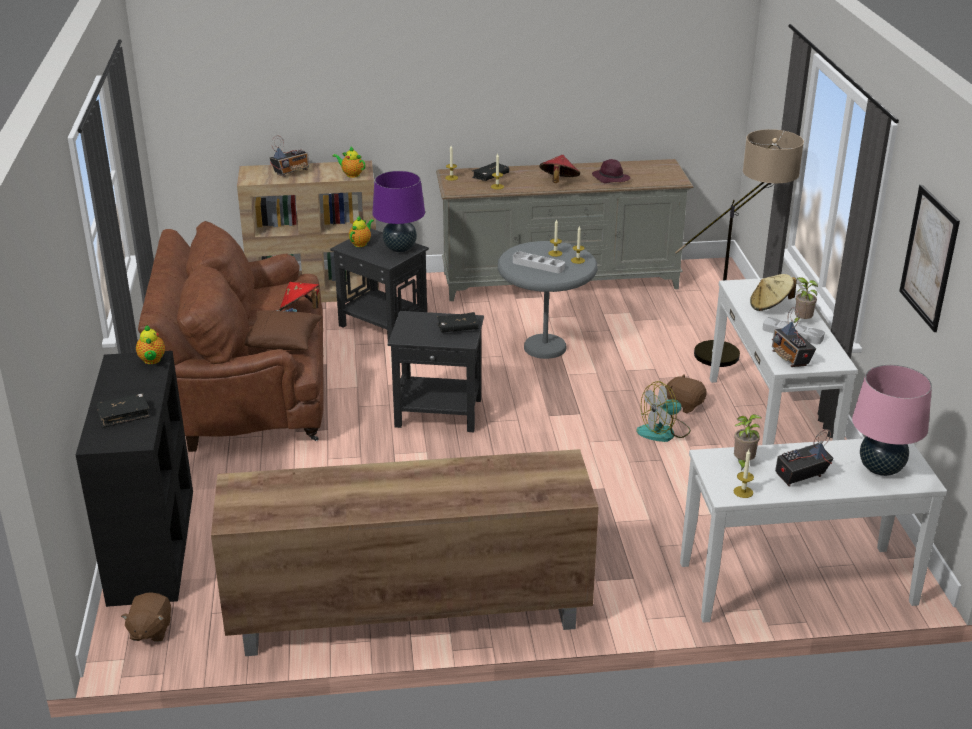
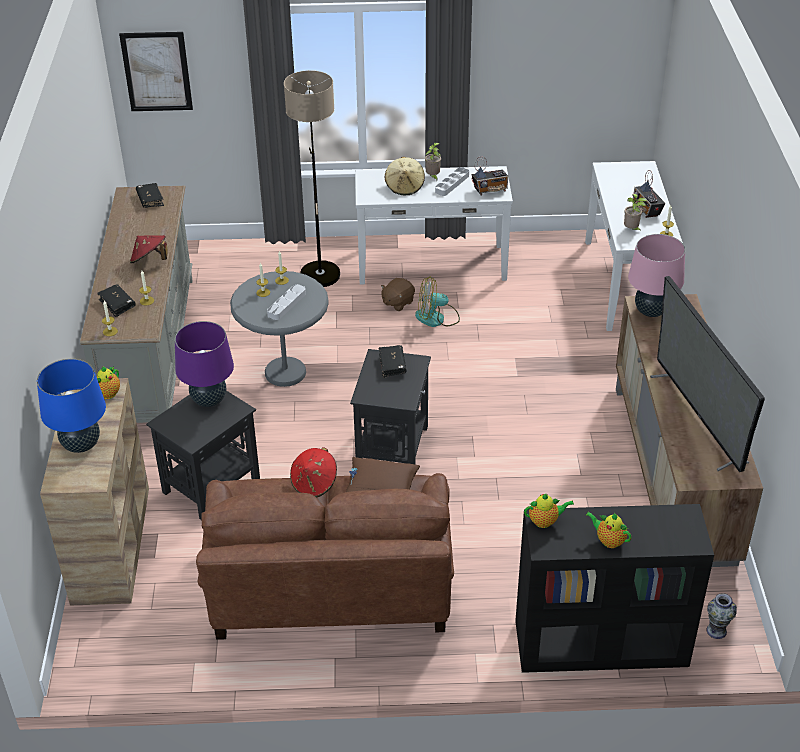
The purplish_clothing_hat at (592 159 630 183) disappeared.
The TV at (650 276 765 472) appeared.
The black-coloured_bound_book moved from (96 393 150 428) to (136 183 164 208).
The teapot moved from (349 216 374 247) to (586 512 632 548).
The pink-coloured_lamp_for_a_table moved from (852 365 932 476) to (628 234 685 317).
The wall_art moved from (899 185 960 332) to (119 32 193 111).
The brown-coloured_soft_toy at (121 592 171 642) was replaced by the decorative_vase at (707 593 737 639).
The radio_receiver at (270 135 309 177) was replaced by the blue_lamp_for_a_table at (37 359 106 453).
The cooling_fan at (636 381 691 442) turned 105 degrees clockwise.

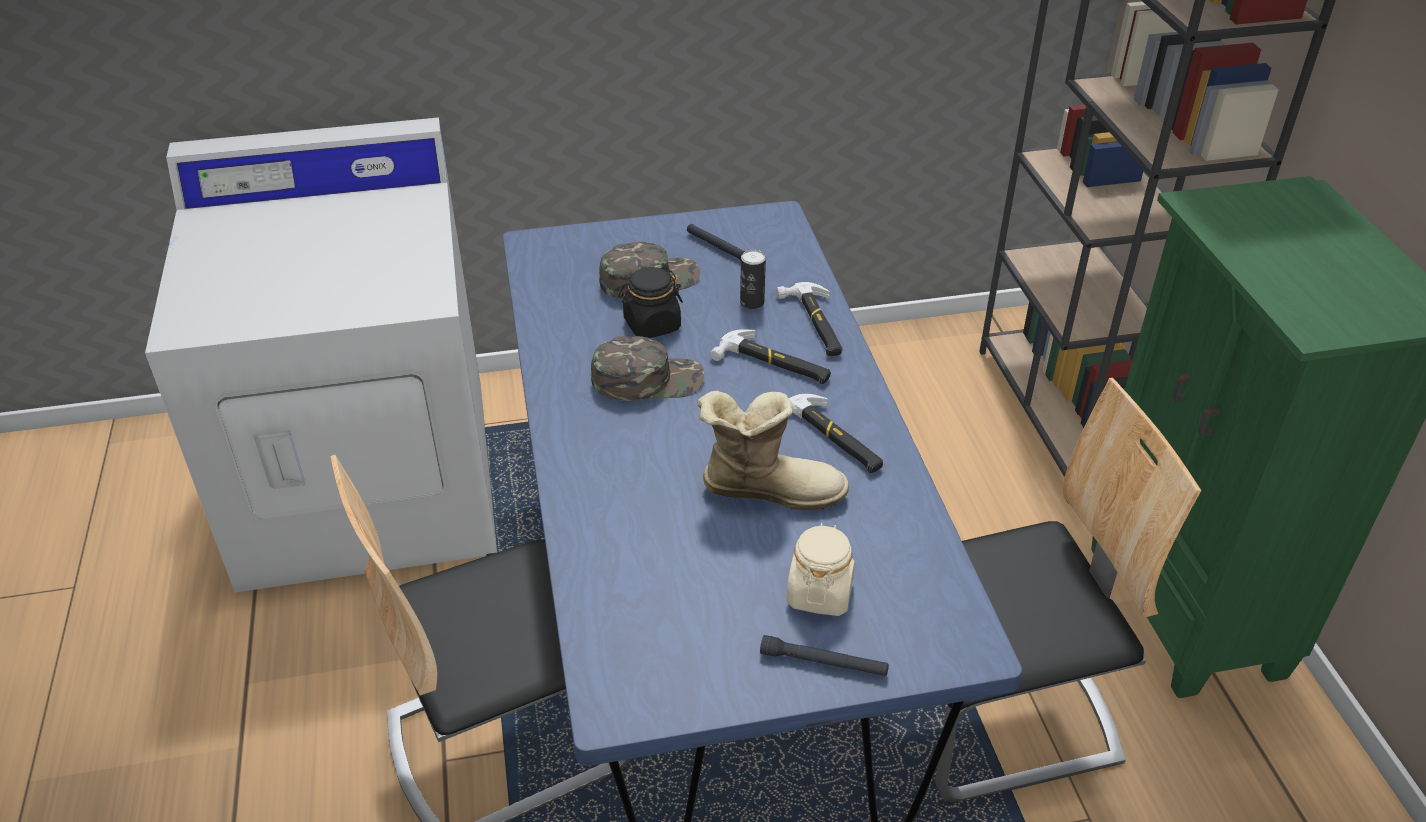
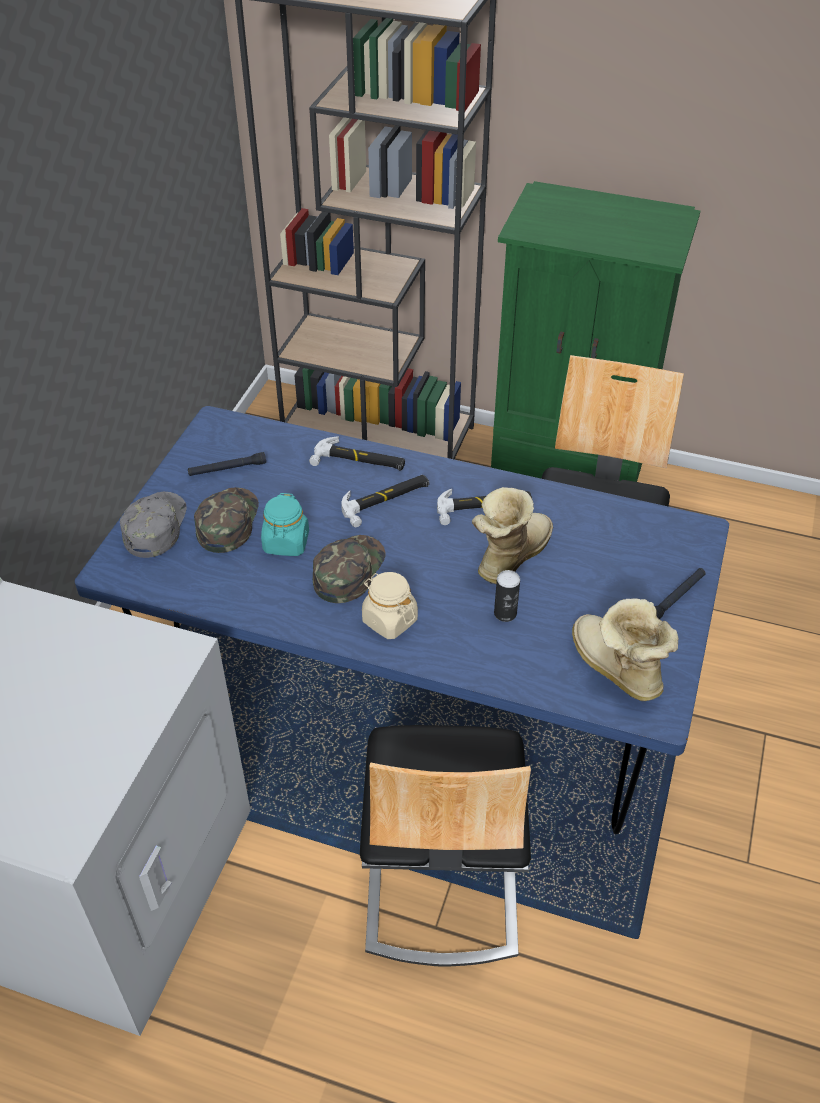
The greyish_cap at (120 492 187 558) appeared.
The boot at (572 599 678 701) appeared.
The metal_can moved from (740 250 766 309) to (494 570 520 622).
The beige-coloured_jar moved from (787 523 855 616) to (362 572 418 639).
The black-coloured_jar at (618 267 683 338) became the blue-green_jar at (261 493 309 556).

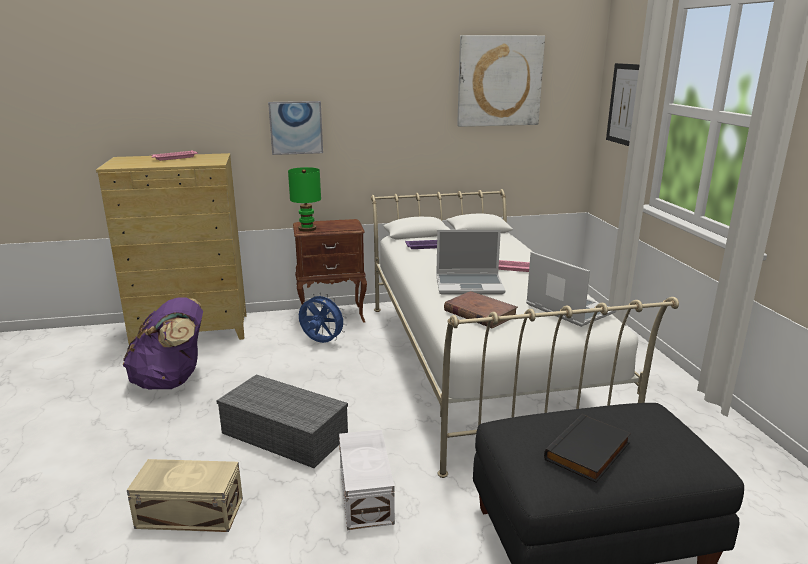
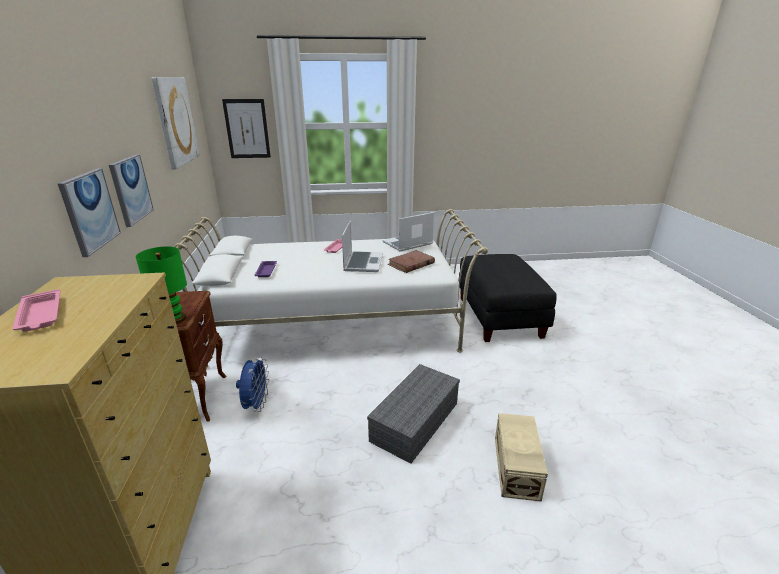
The purplish_rucksack at (123 297 203 389) disappeared.
The whitish_storage_box at (339 430 395 530) disappeared.
The black-coloured_bound_book at (544 414 631 483) disappeared.
The wall_art at (109 154 154 227) appeared.
The blue_cooling_fan at (299 292 347 343) turned 150 degrees clockwise.

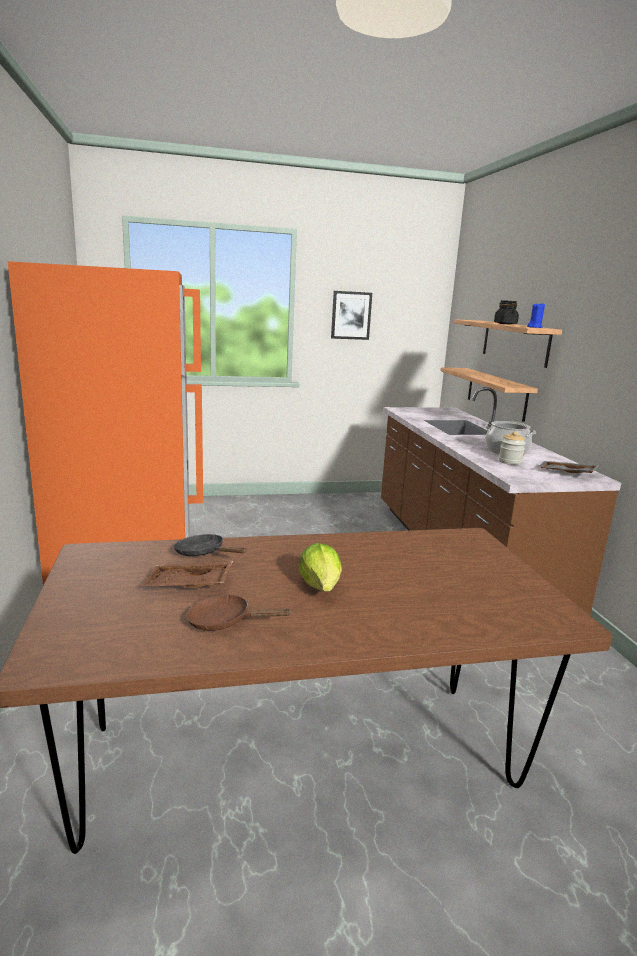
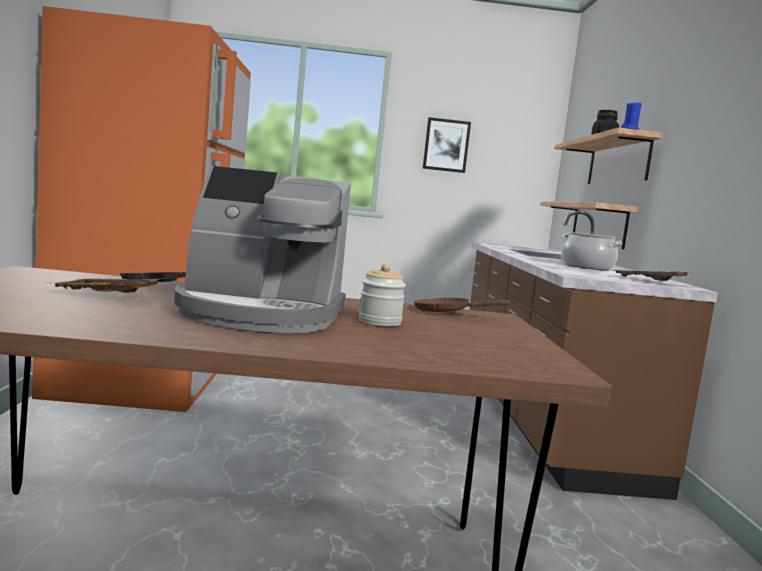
The brown-coloured_pan moved from (186 594 291 631) to (414 298 511 312).
The jar moved from (499 431 526 465) to (359 263 406 326).
The lettuce_head at (299 543 342 592) was replaced by the coffee_machine at (174 166 351 333).

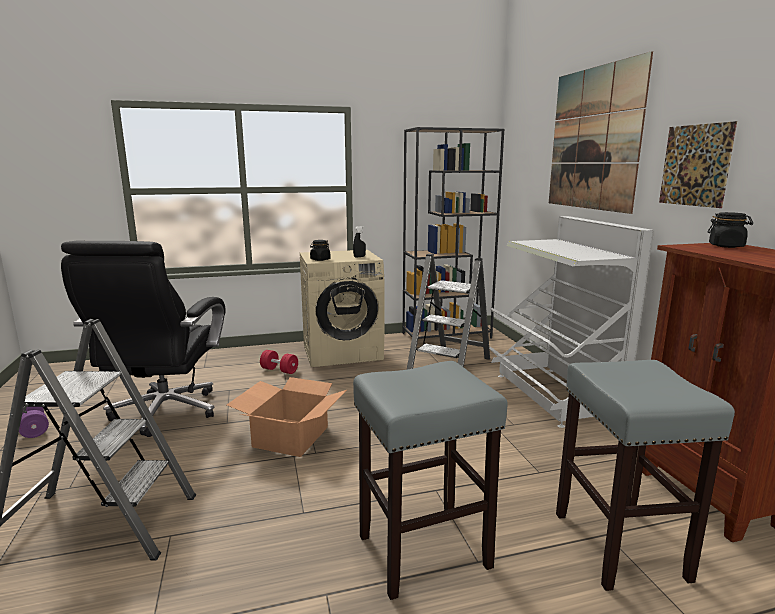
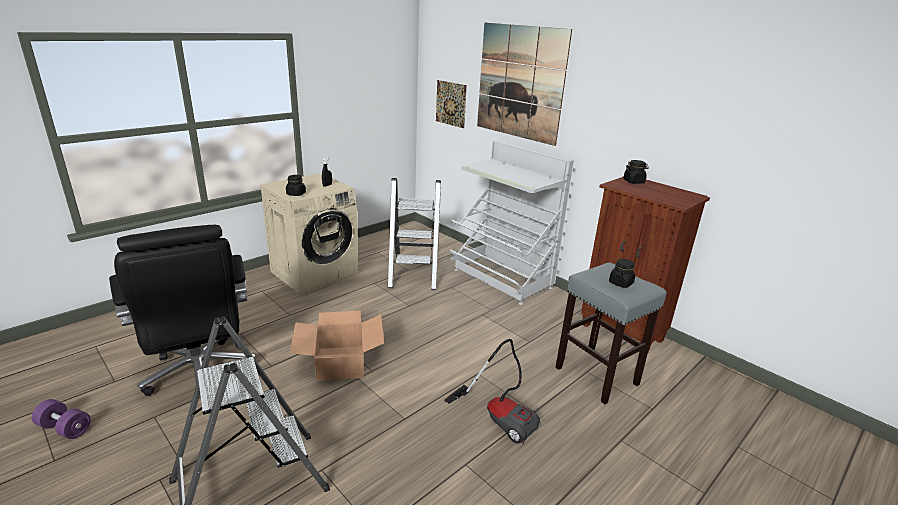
The reddish_dumbbell at (260 350 298 374) disappeared.
The shelving_unit at (403 127 504 339) disappeared.
The black-coloured_jar at (609 259 635 288) appeared.
The wall_art moved from (659 121 737 208) to (436 80 467 128).
The greyish_stool at (353 361 508 600) was replaced by the vacuum at (444 339 540 444).

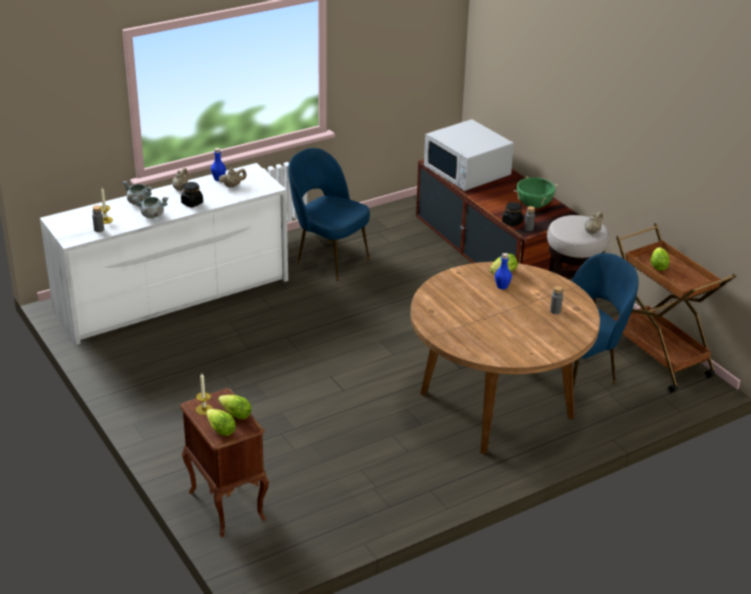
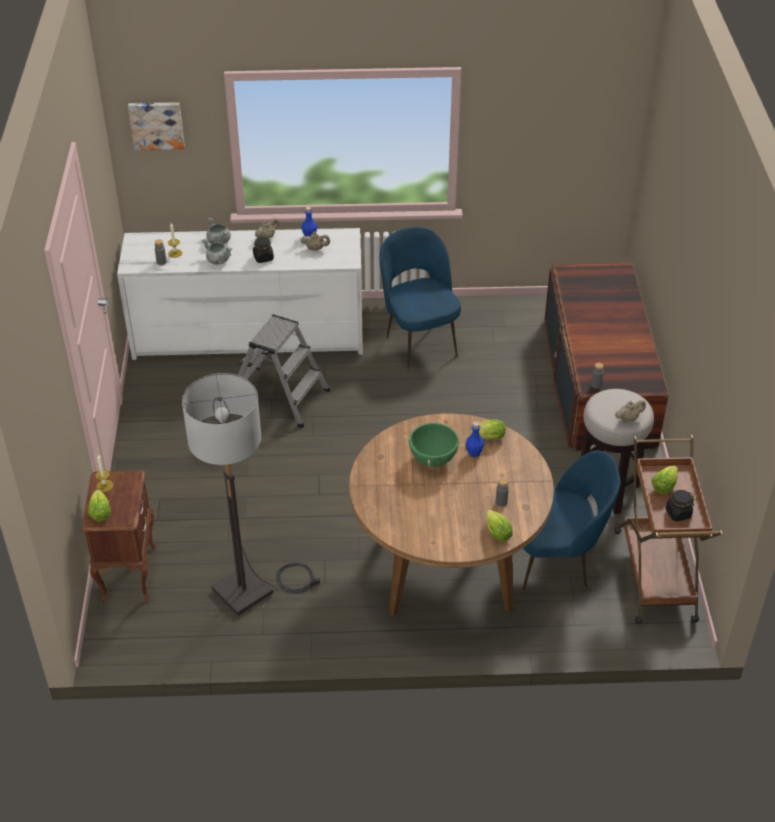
The whitish_microwave_oven at (424 119 514 191) disappeared.
The wall_art at (128 102 185 150) appeared.
The standard_lamp at (182 373 320 616) appeared.
The greyish_step_ladder at (238 314 331 428) appeared.
The lettuce_head moved from (218 395 252 419) to (486 510 513 542).
The black-coloured_jar moved from (502 202 523 227) to (666 490 695 521).
The green_saucepot moved from (513 176 558 208) to (403 419 465 467).

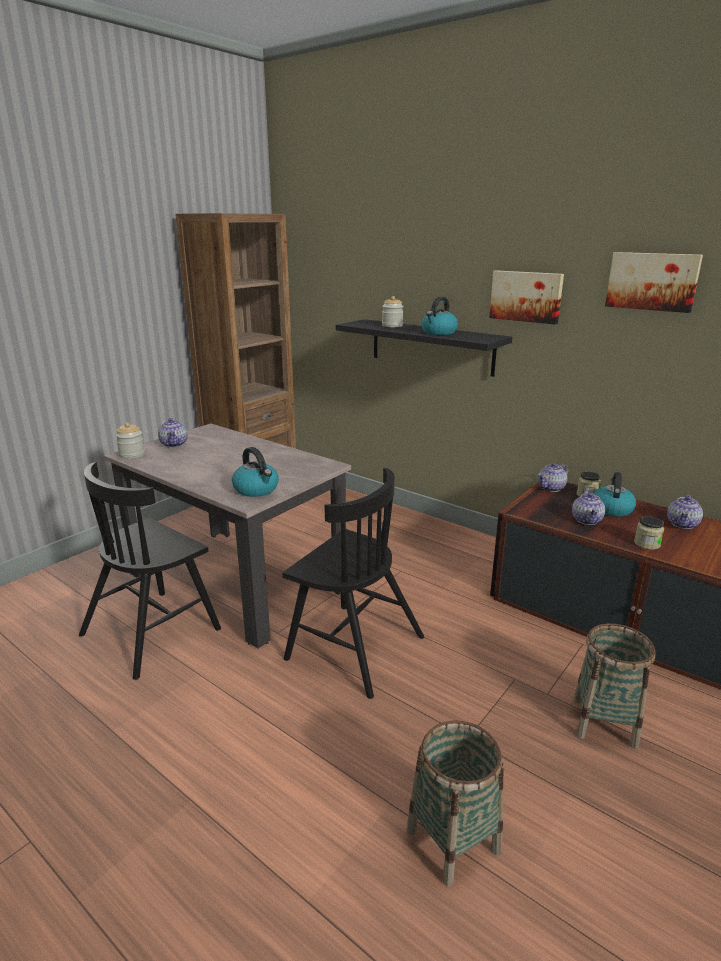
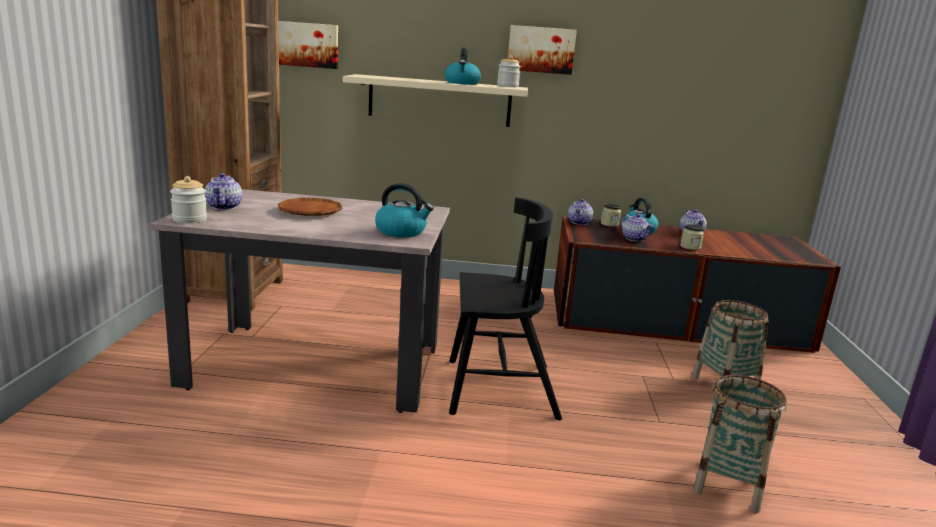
The black-coloured_plain_chair at (79 462 221 680) disappeared.
The brown-coloured_flat_dish at (278 198 343 216) appeared.
The jar moved from (382 296 404 327) to (497 55 521 87).
The wall_art moved from (605 252 703 313) to (278 21 338 69).
The black-coloured_wall_shelf at (336 319 512 377) became the beige-coloured_wall_shelf at (343 74 528 127).
The teapot at (158 418 187 448) turned 45 degrees clockwise.

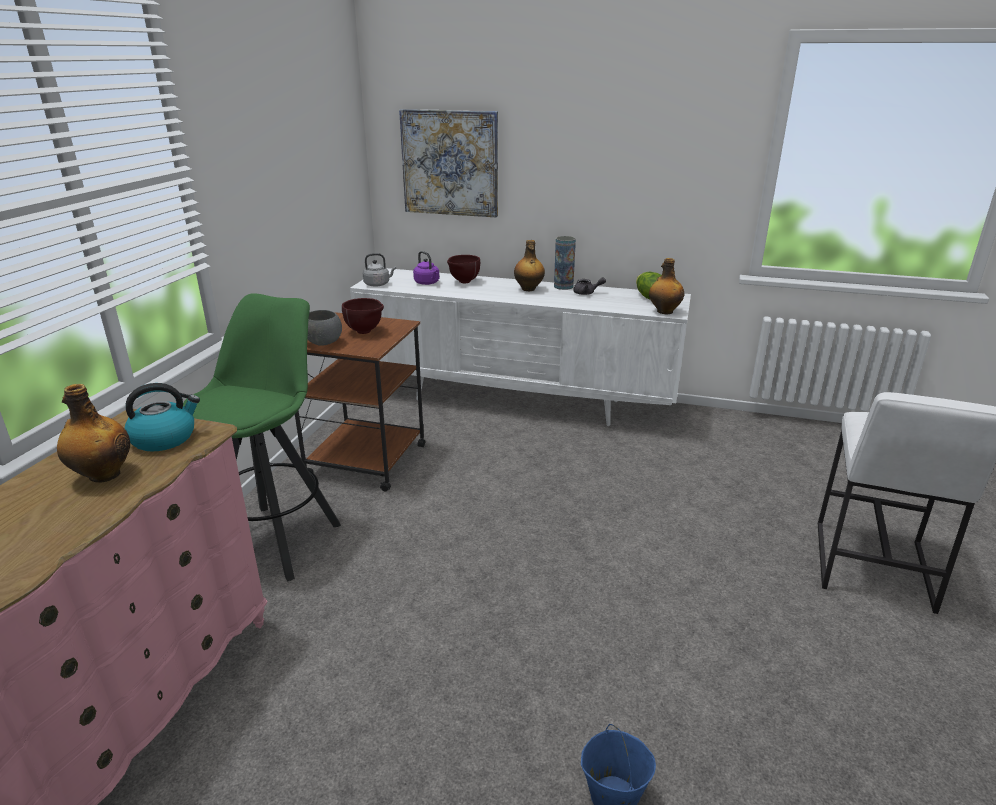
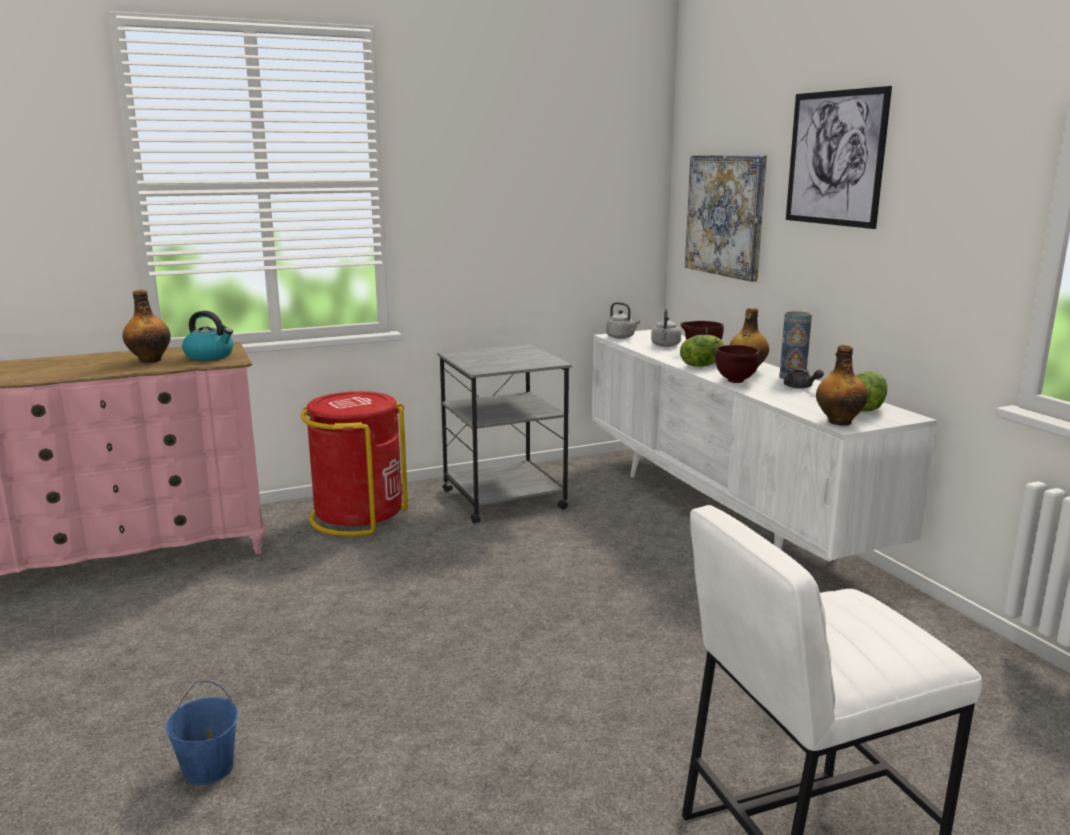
The greyish_bowl at (307 310 342 346) disappeared.
The lettuce_head at (680 335 726 367) appeared.
The wall_art at (786 86 892 229) appeared.
The brown-coloured_bowl moved from (342 298 384 334) to (715 345 760 383).
The green_stool at (183 293 341 581) was replaced by the reddish_trash_can at (301 391 408 536).
The brown-coloured_wheeled_cart at (295 312 425 491) became the greyish_wheeled_cart at (437 344 572 524).
The purplish_water_kettle at (413 251 439 285) became the greyish_water_kettle at (651 308 682 347).

